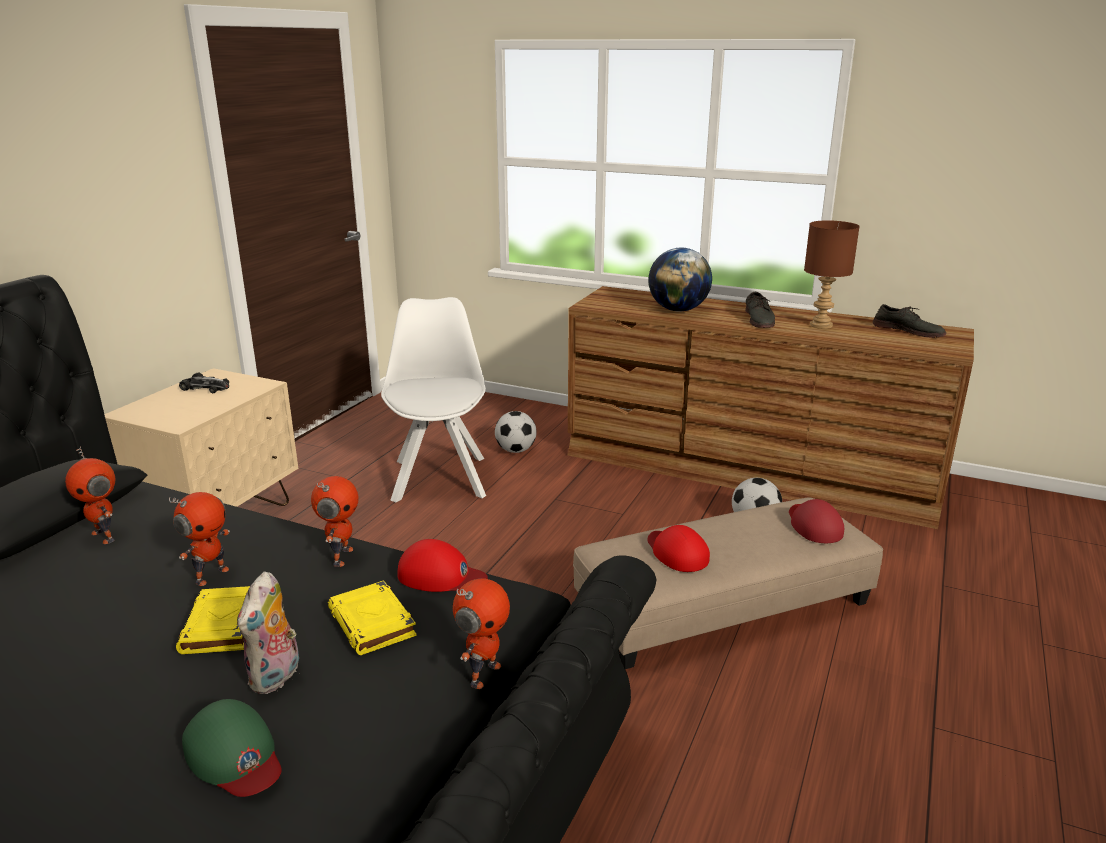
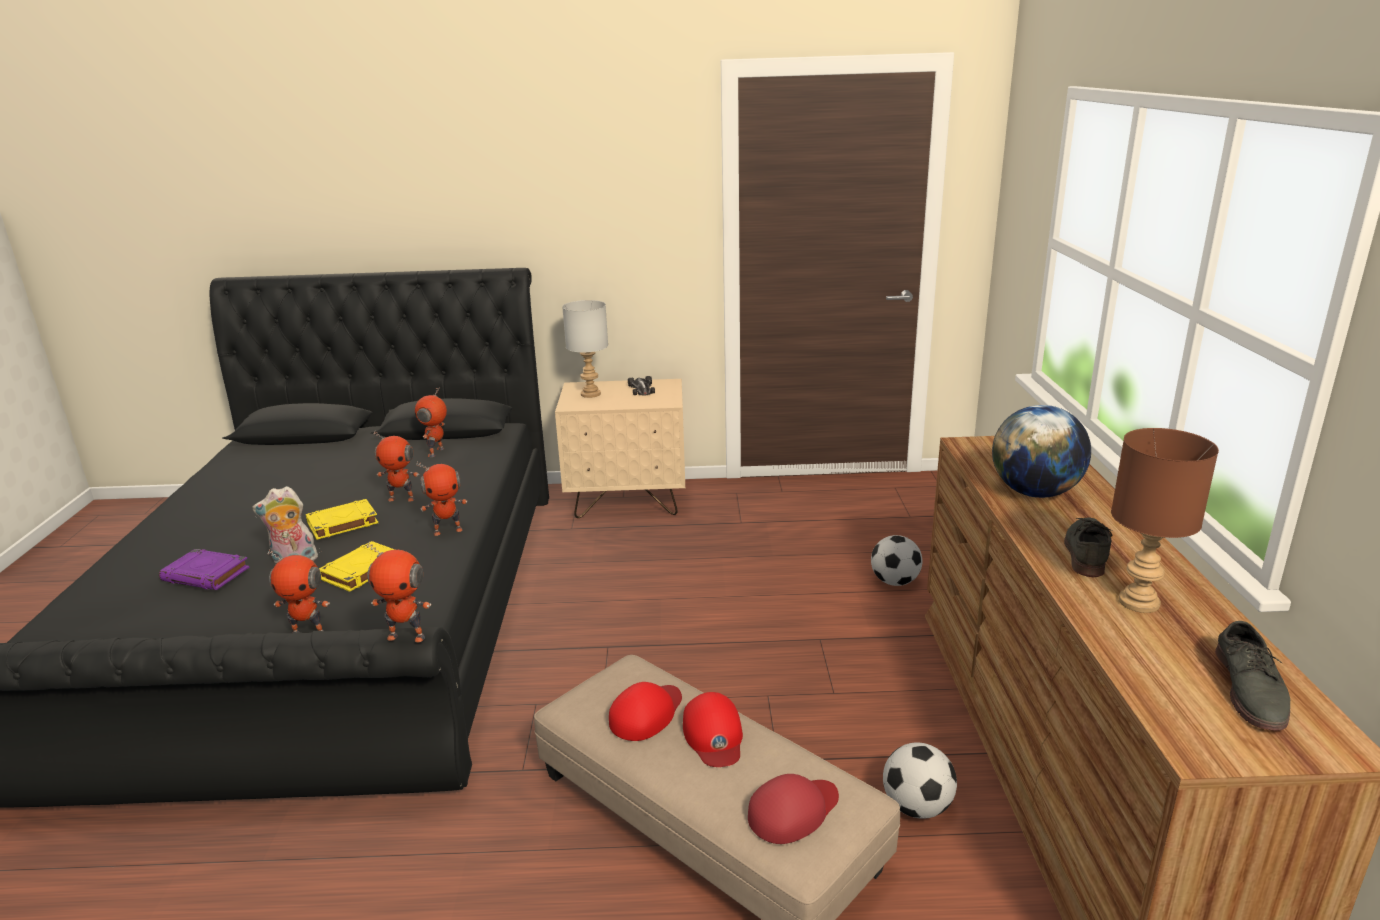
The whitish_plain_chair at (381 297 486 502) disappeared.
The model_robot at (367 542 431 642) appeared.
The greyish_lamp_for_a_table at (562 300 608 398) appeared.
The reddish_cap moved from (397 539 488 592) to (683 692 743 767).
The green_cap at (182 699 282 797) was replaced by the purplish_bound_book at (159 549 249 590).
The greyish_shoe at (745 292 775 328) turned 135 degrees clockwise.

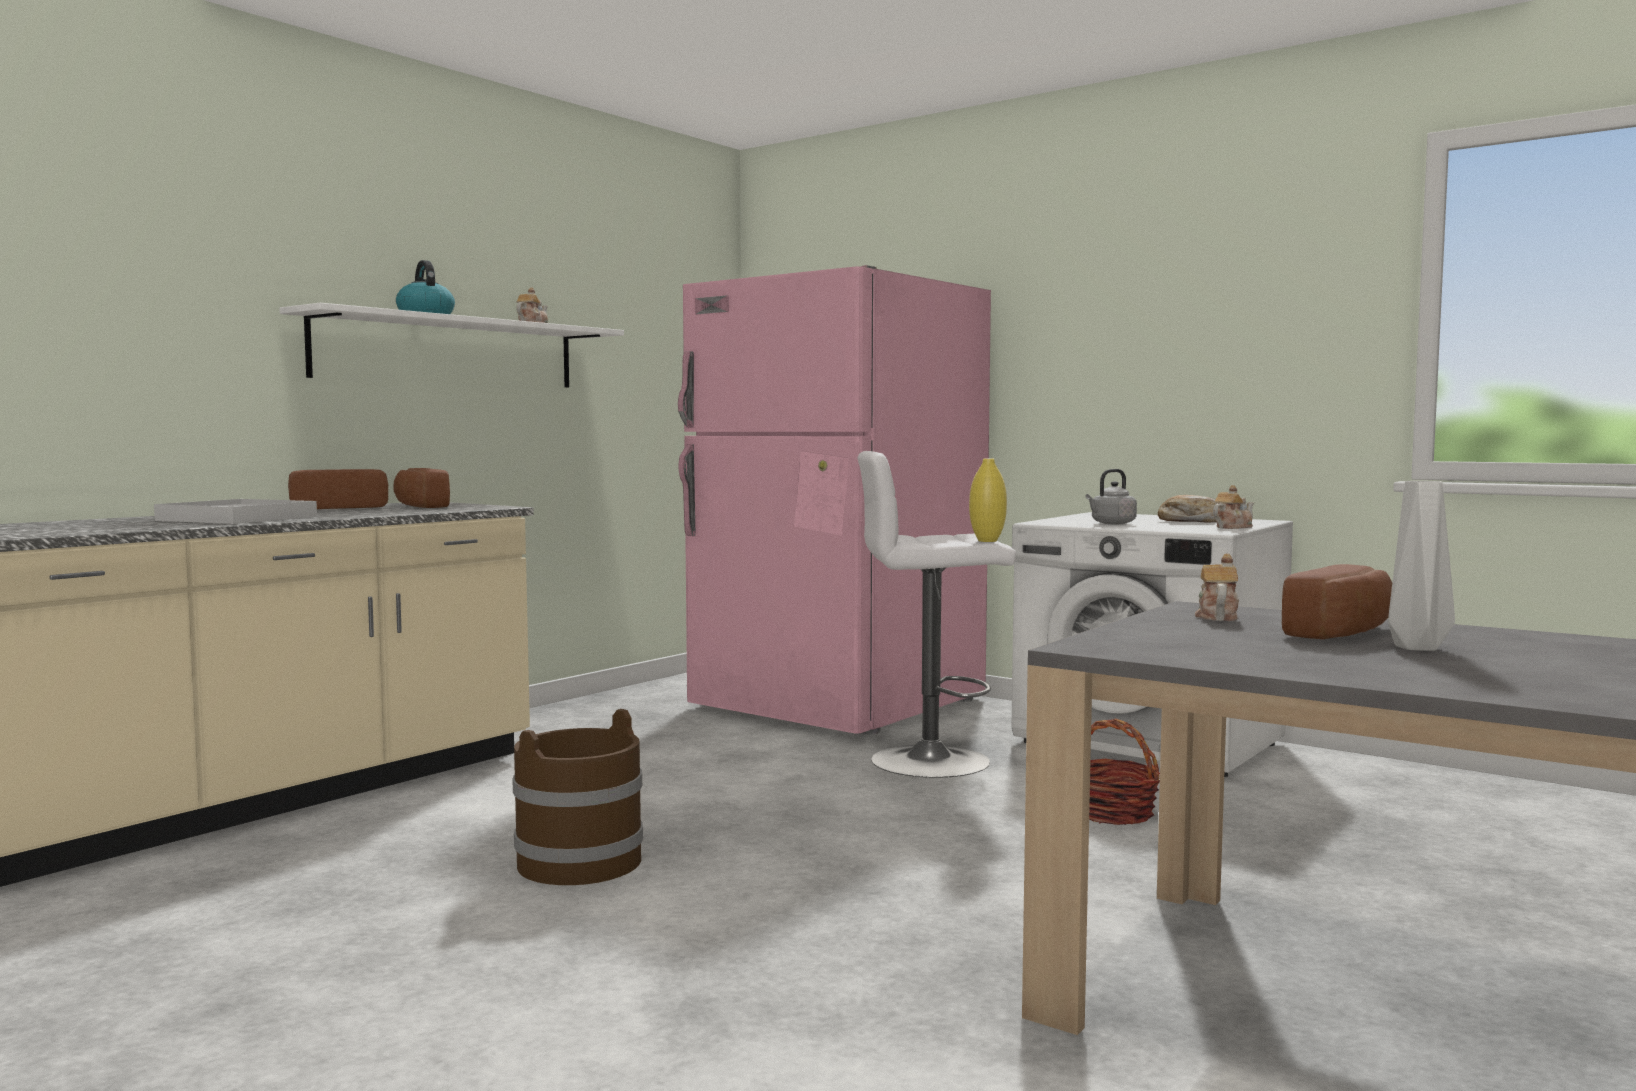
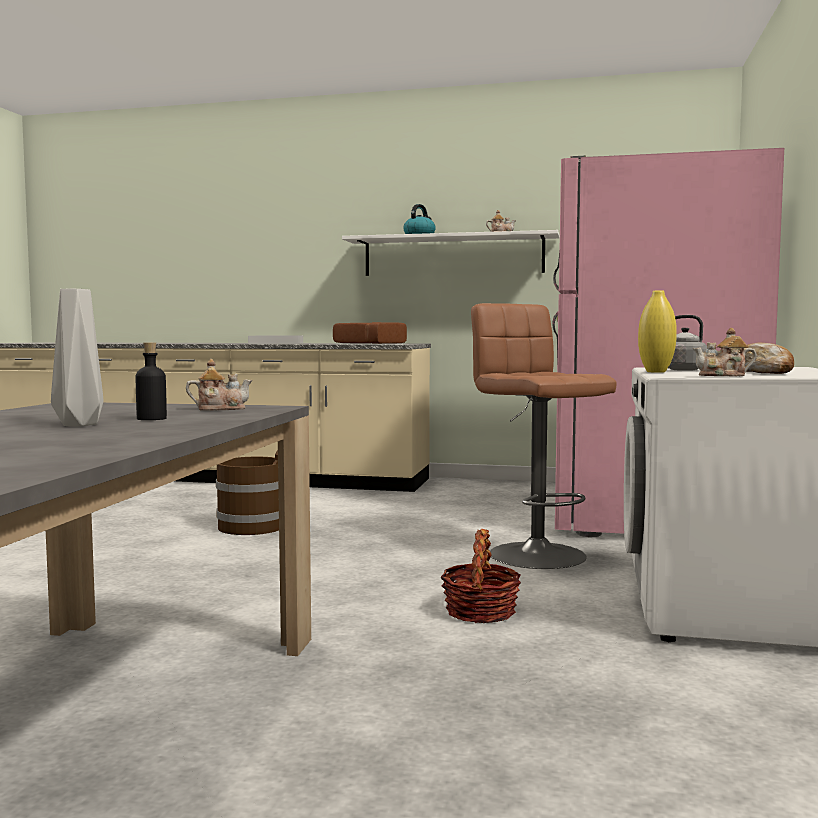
The yellow_decorative_vase moved from (969 458 1007 542) to (638 290 677 373).
The baked_bread at (1282 564 1392 639) was replaced by the black-coloured_bottle at (136 342 167 420).
The whitish_stool at (858 451 1016 778) became the brown-coloured_stool at (471 303 616 569).
The teapot at (1213 485 1254 529) turned 150 degrees clockwise.

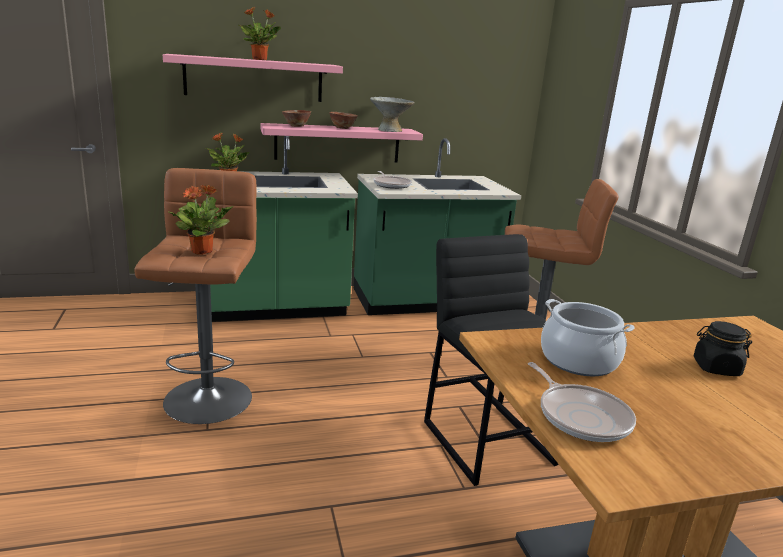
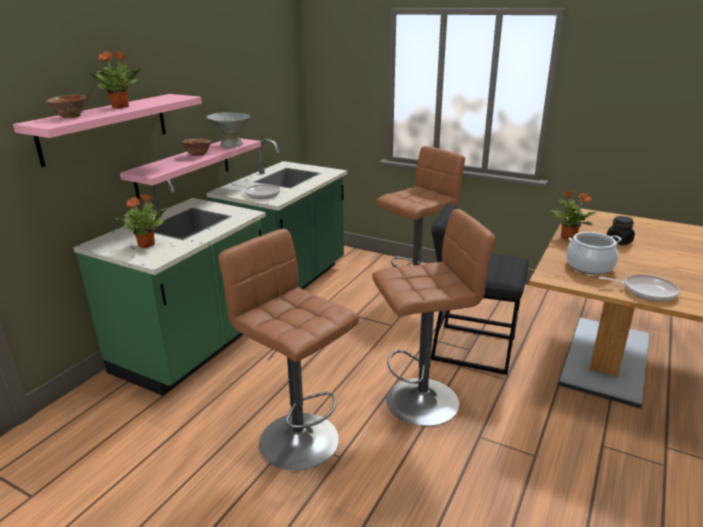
The brown-coloured_stool at (372 209 495 426) appeared.
The plant_in_a_pot moved from (167 185 234 255) to (550 191 597 239).
The bowl moved from (282 110 311 127) to (46 94 86 118).

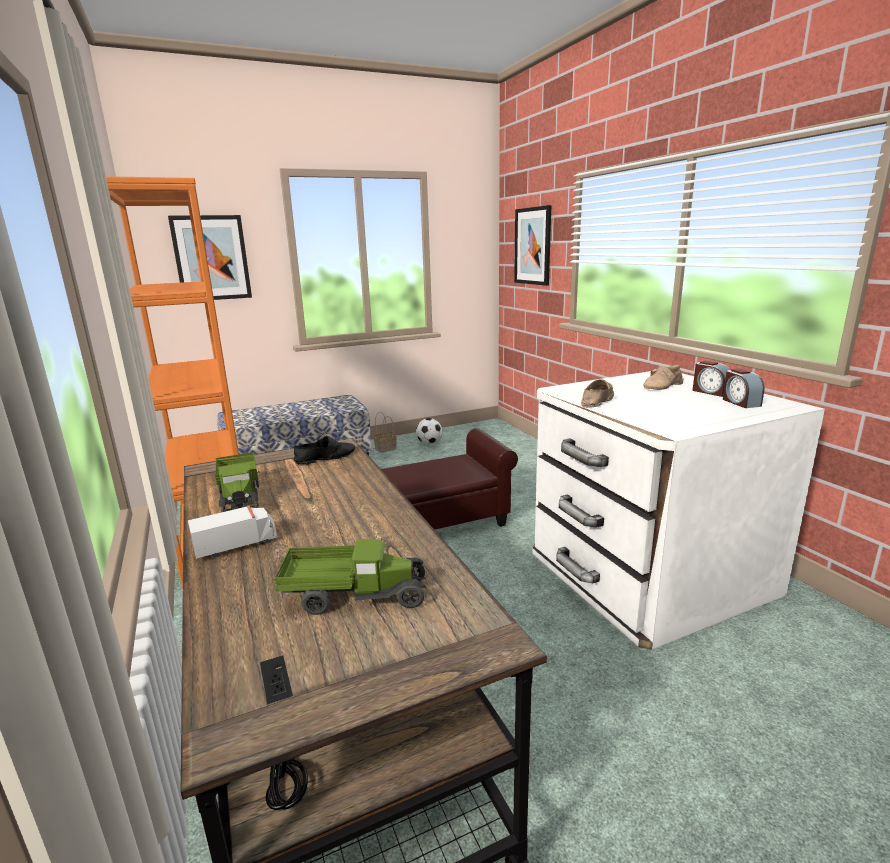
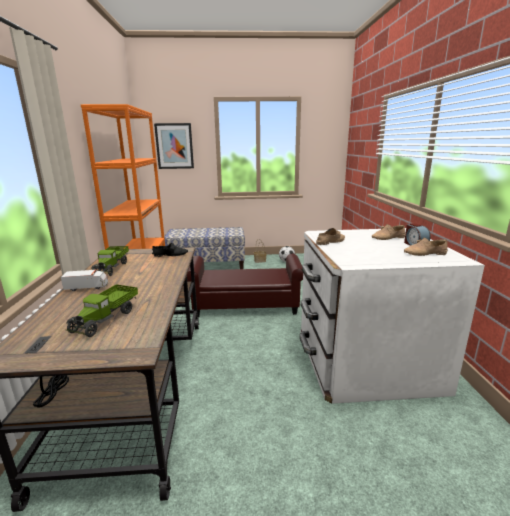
The wall_art at (514 205 552 286) disappeared.
The table_clock at (723 369 764 408) was replaced by the beige-coloured_shoe at (404 238 448 256).
The toy_truck at (275 539 427 615) turned 90 degrees clockwise.

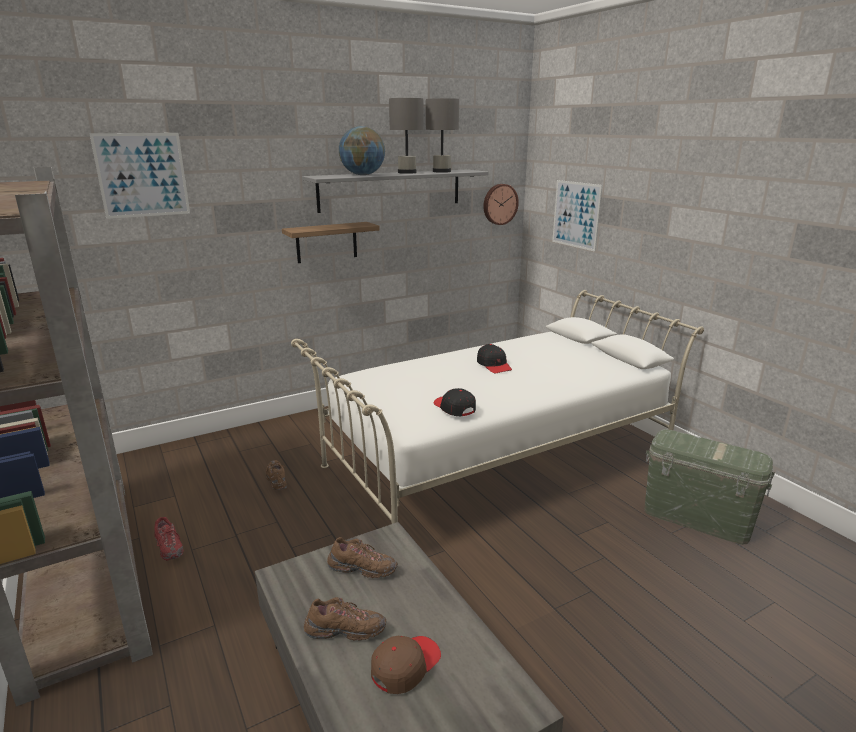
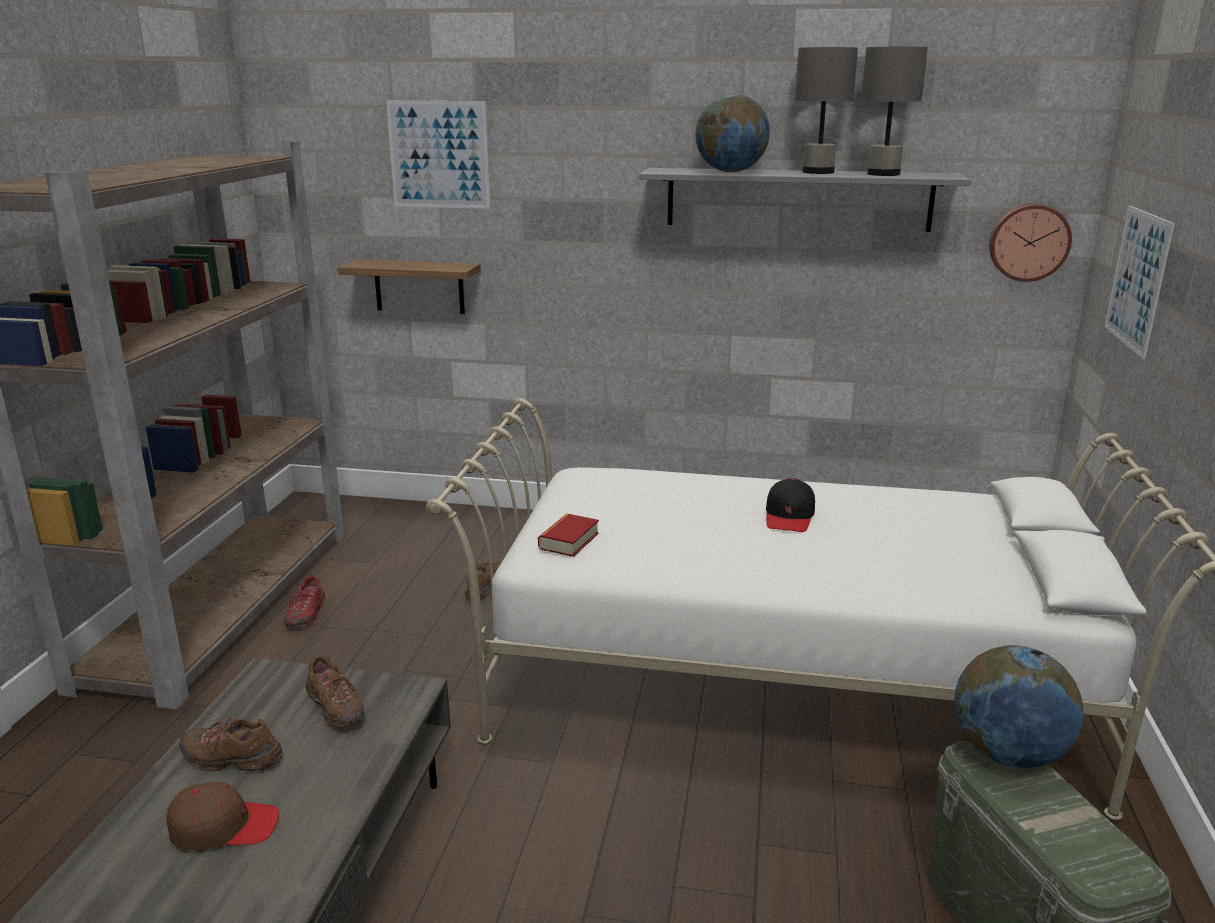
The black-coloured_cap at (434 388 476 416) disappeared.
The bound_book at (538 514 599 557) appeared.
The desk_globe at (954 645 1084 768) appeared.
The wall_shelf moved from (282 222 380 263) to (337 259 481 314).
The brown-coloured_shoe at (304 597 386 641) turned 150 degrees clockwise.

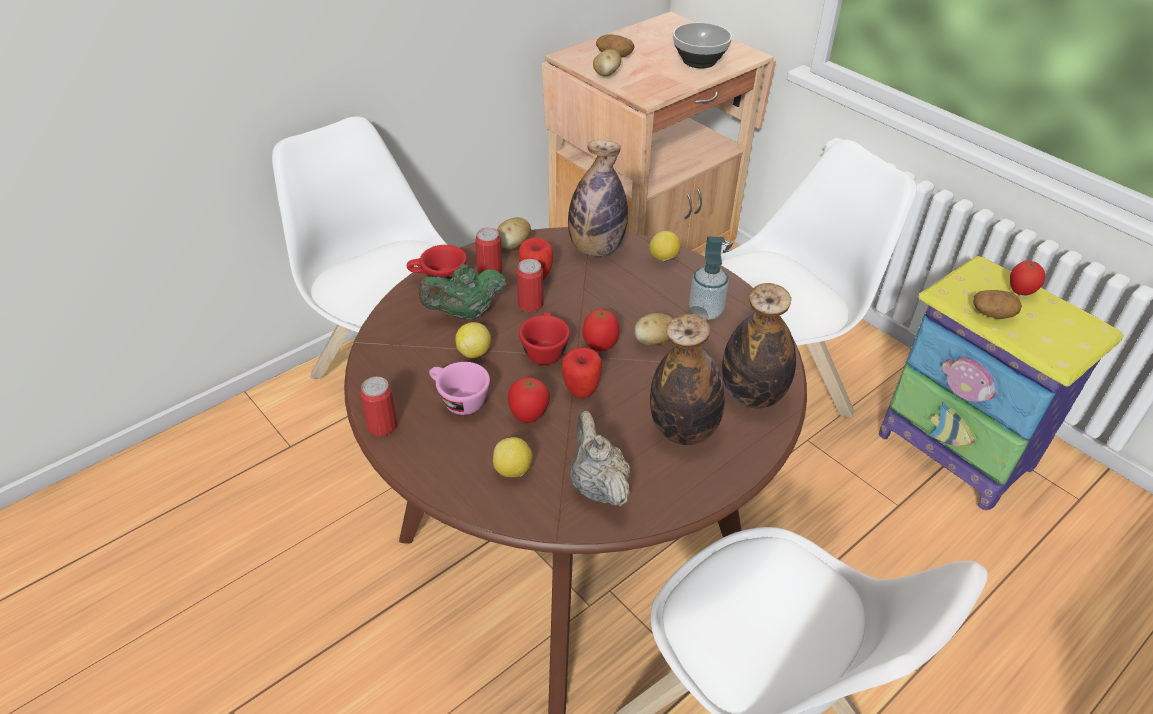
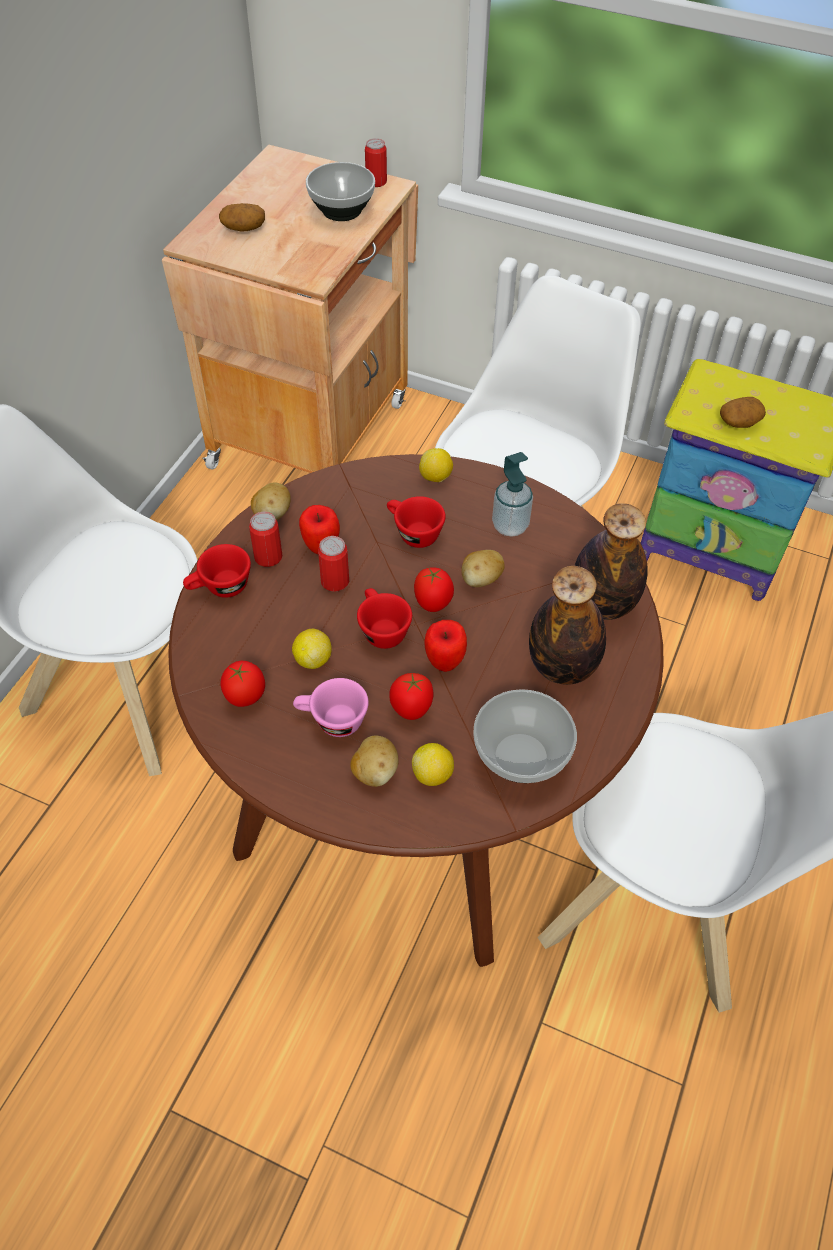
The green_teapot at (419 264 506 320) disappeared.
The bottle at (568 140 628 256) disappeared.
The reddish_cup at (387 496 446 548) appeared.
The metal_can moved from (360 377 397 436) to (365 138 387 187).
The spud moved from (593 49 621 76) to (350 735 398 787).
The tomato moved from (1010 261 1045 295) to (221 661 265 707).
The beige-coloured_teapot at (570 411 630 506) was replaced by the bowl at (473 689 577 783).

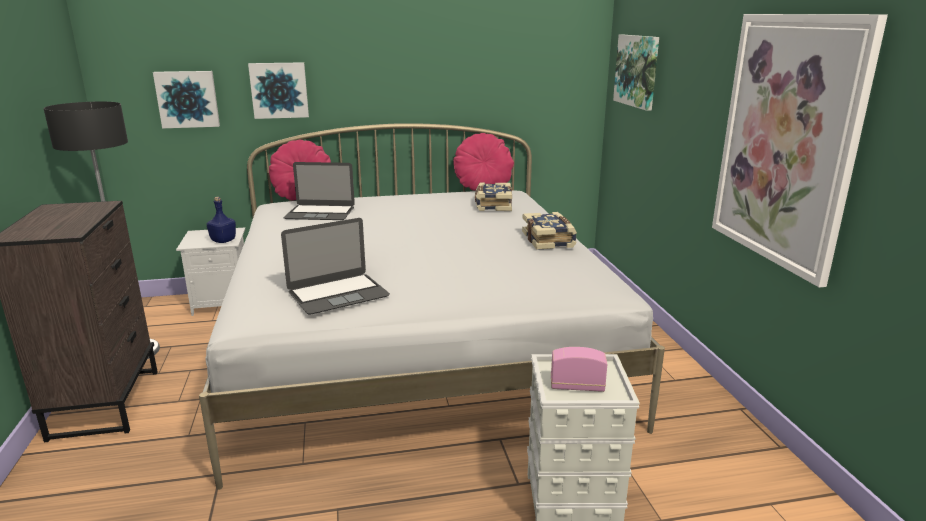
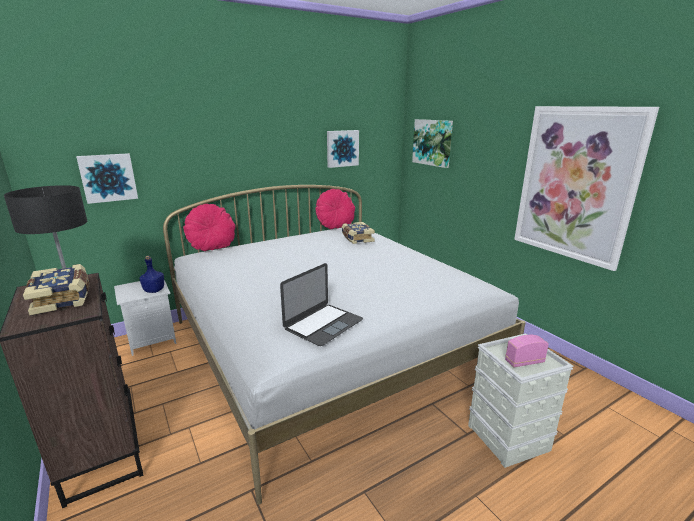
The portable_computer at (283 162 355 220) disappeared.
The wall_art moved from (248 62 309 119) to (327 130 359 168).
The bound_book moved from (522 212 577 250) to (23 264 89 316).

